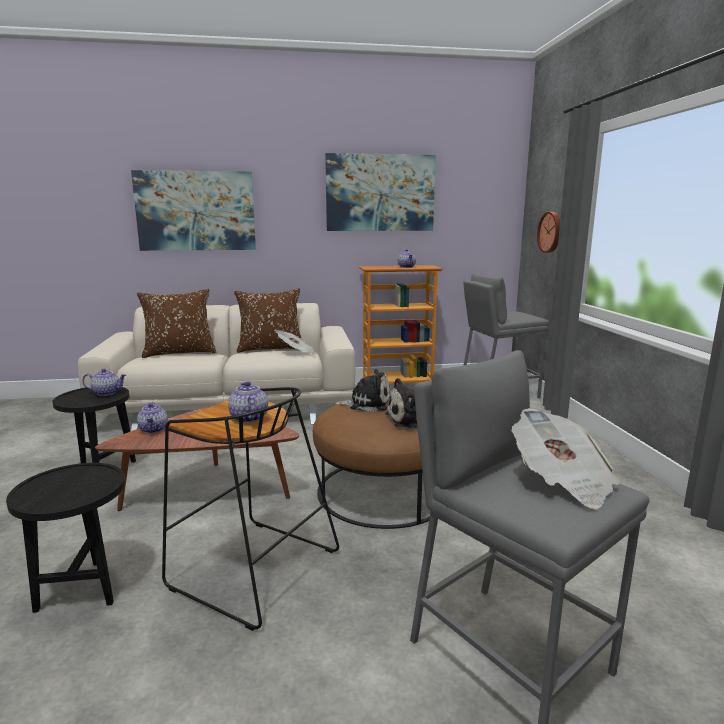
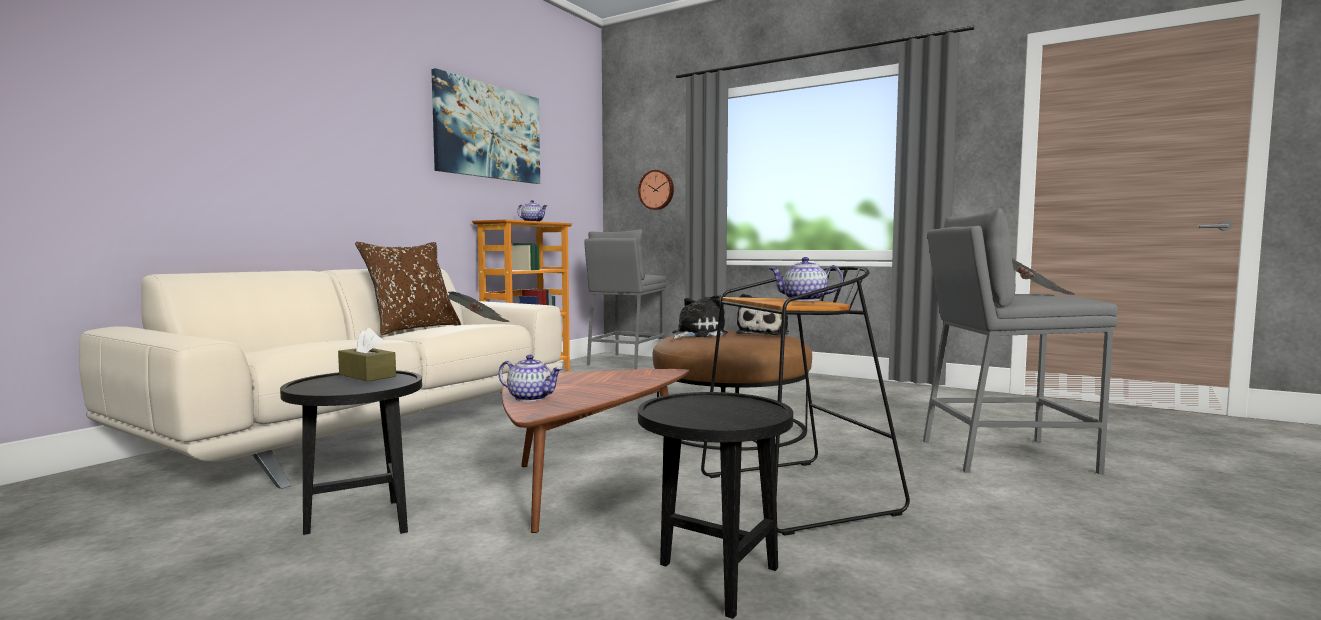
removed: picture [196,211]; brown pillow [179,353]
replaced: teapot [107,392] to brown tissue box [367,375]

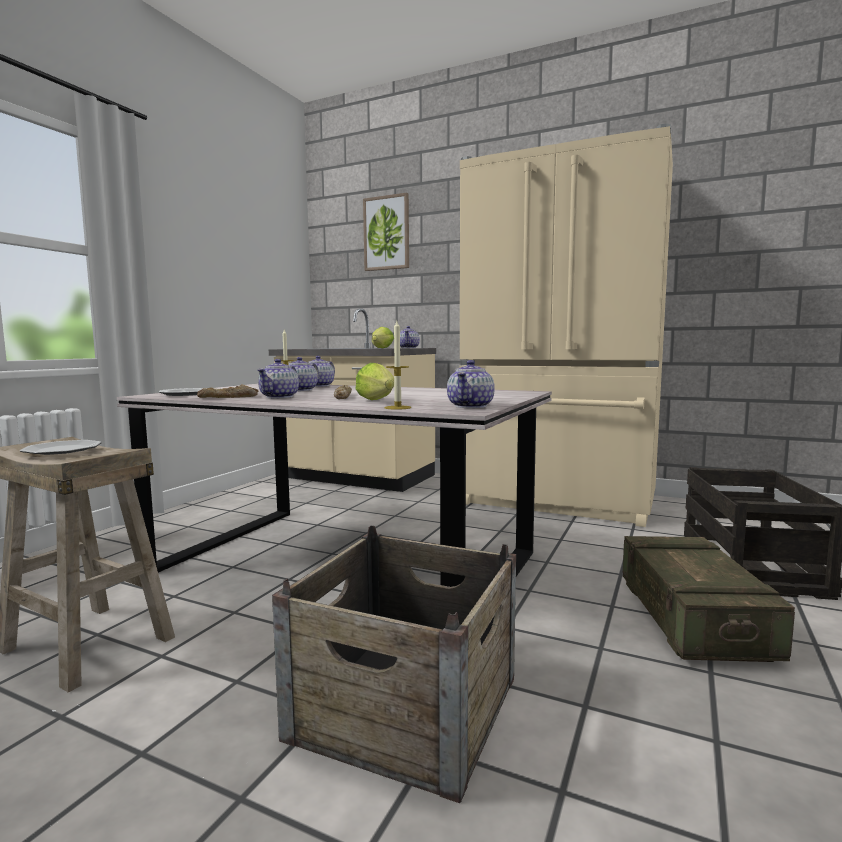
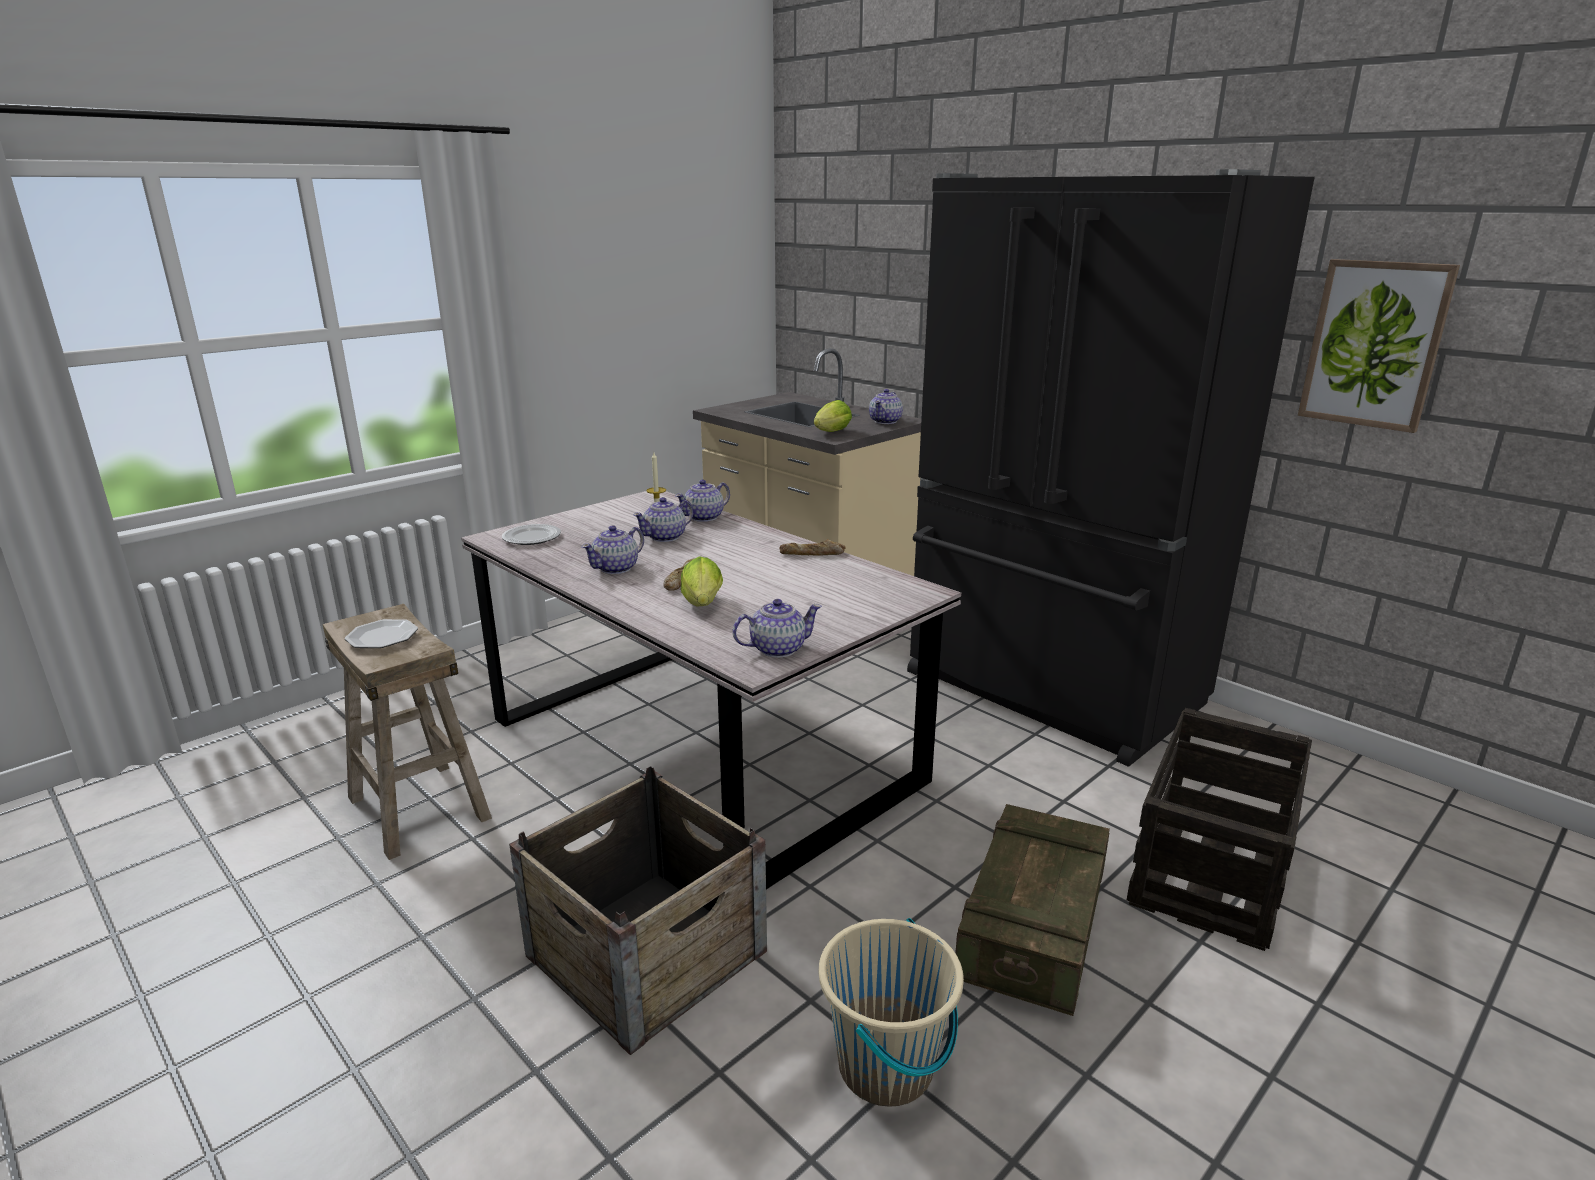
removed: candle [397,407]
added: beige bucket [886,1066]
moved: picture [387,233] to [1374,344]; bread [228,397] to [812,554]
recoloured: beige fridge [558,501] to black fridge [1050,690]
turned: teapot [471,406] = [777,649] 150 degrees counterclockwise

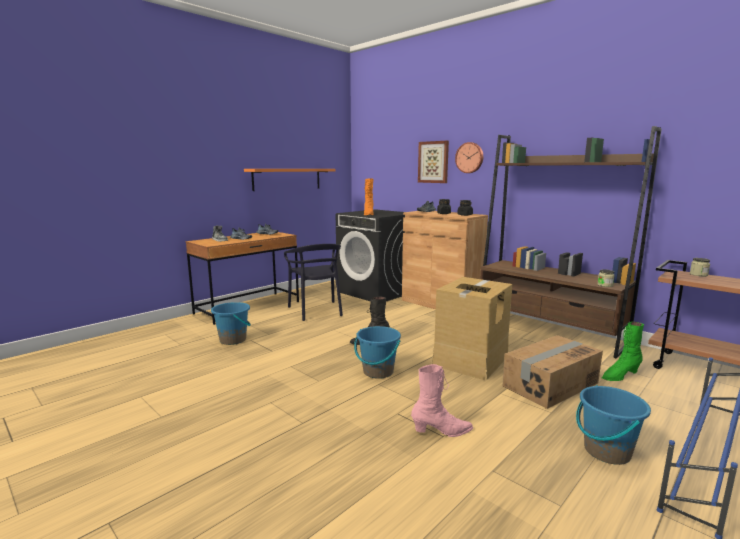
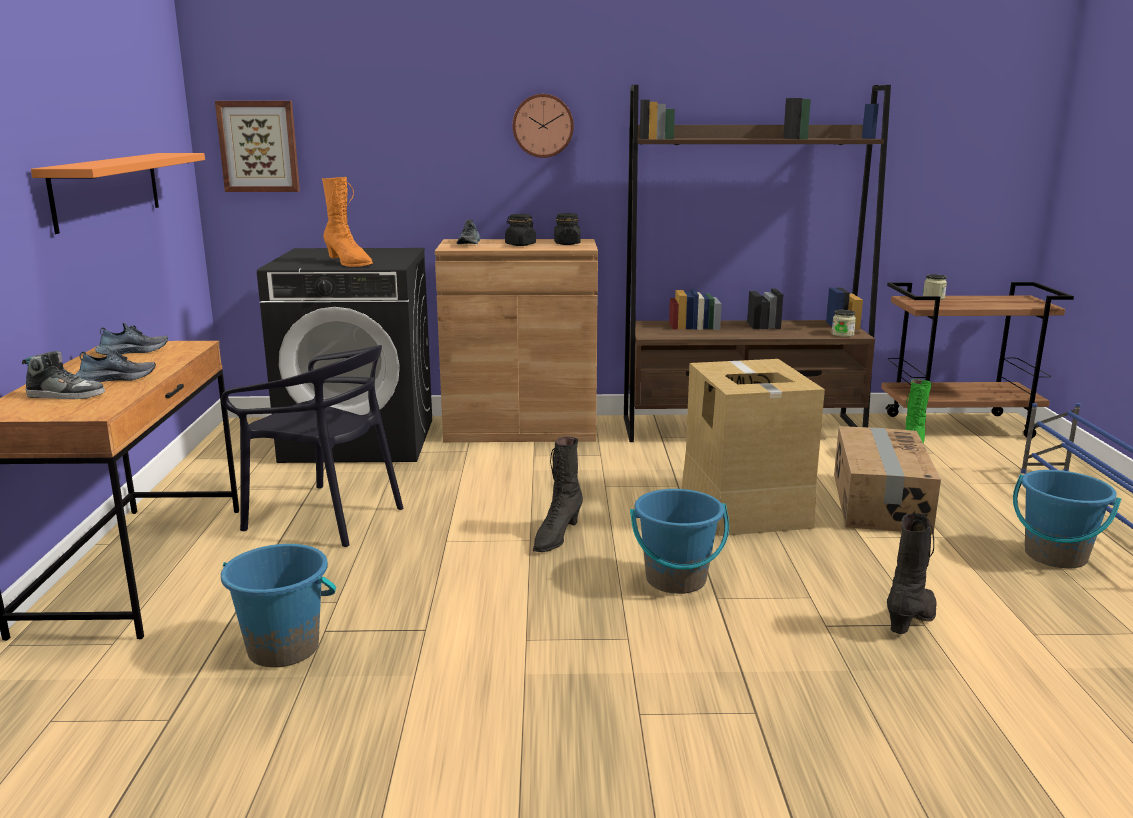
moved: picture [433,162] to [259,146]
recoloured: pink boot [442,431] to black boot [912,620]

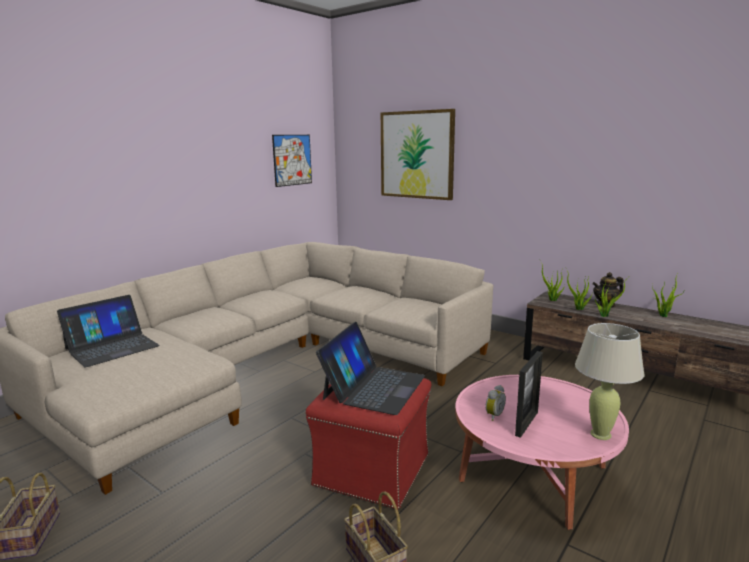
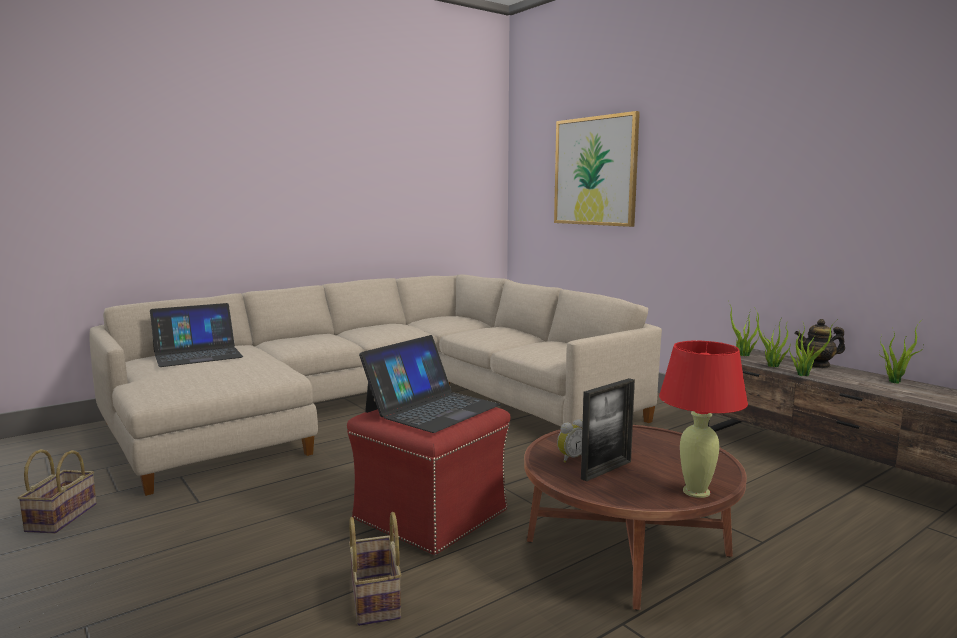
removed: picture [292,160]
recoloured: beige table lamp [600,434] to red table lamp [696,491]; pink coffee table [532,474] to brown coffee table [627,548]

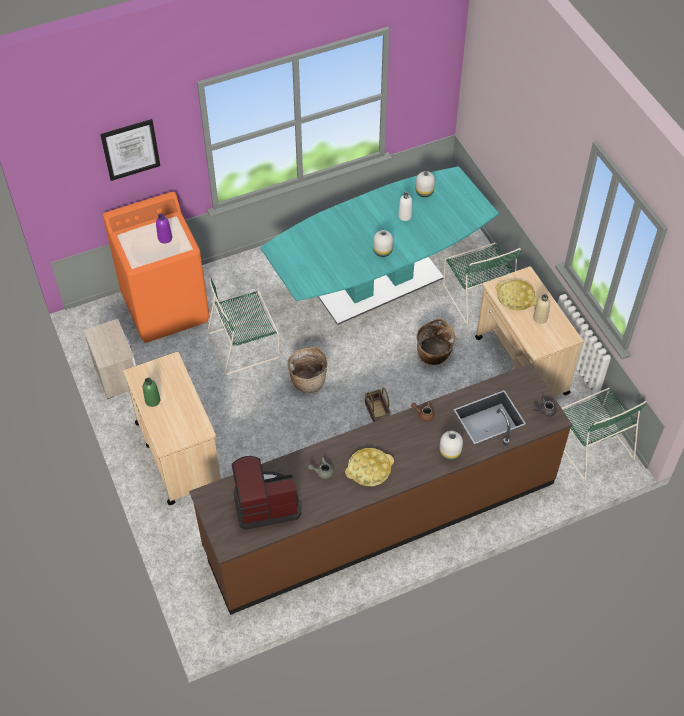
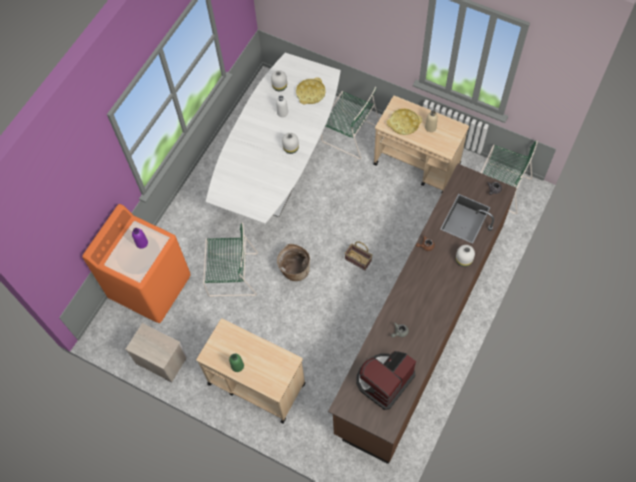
removed: picture [130,149]; basket [434,355]
moved: yellow tray [369,469] to [310,93]
recoloured: turquoise dining table [378,284] to white dining table [280,170]
turned: green chair [246,344] = [231,274] 120 degrees counterclockwise

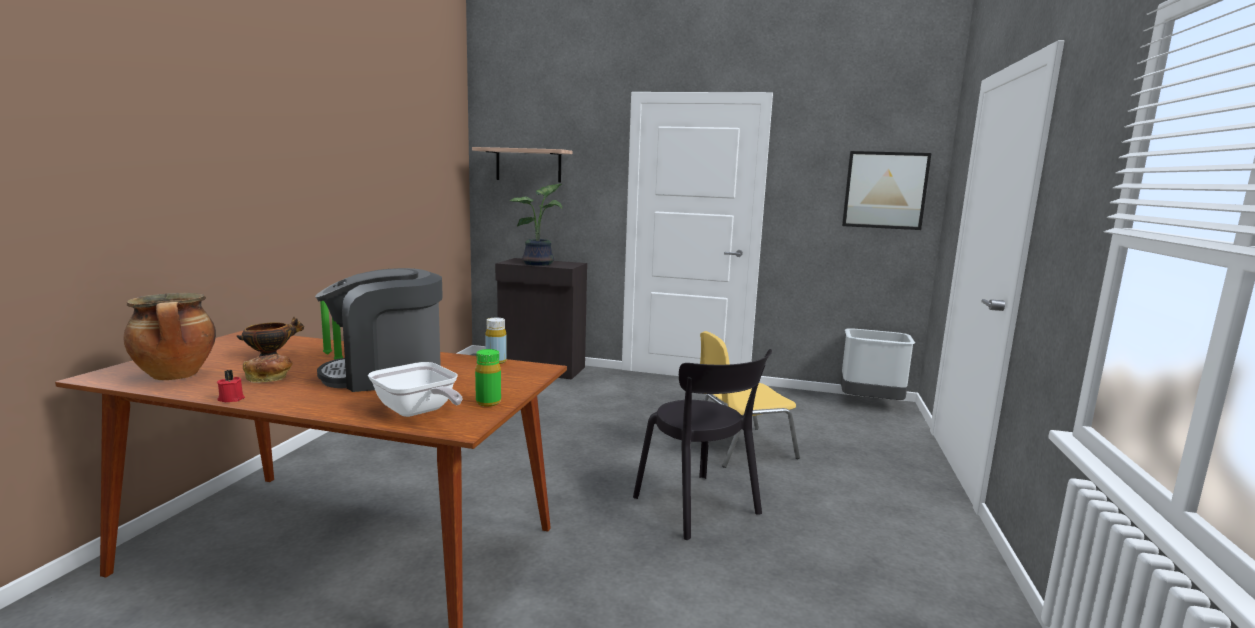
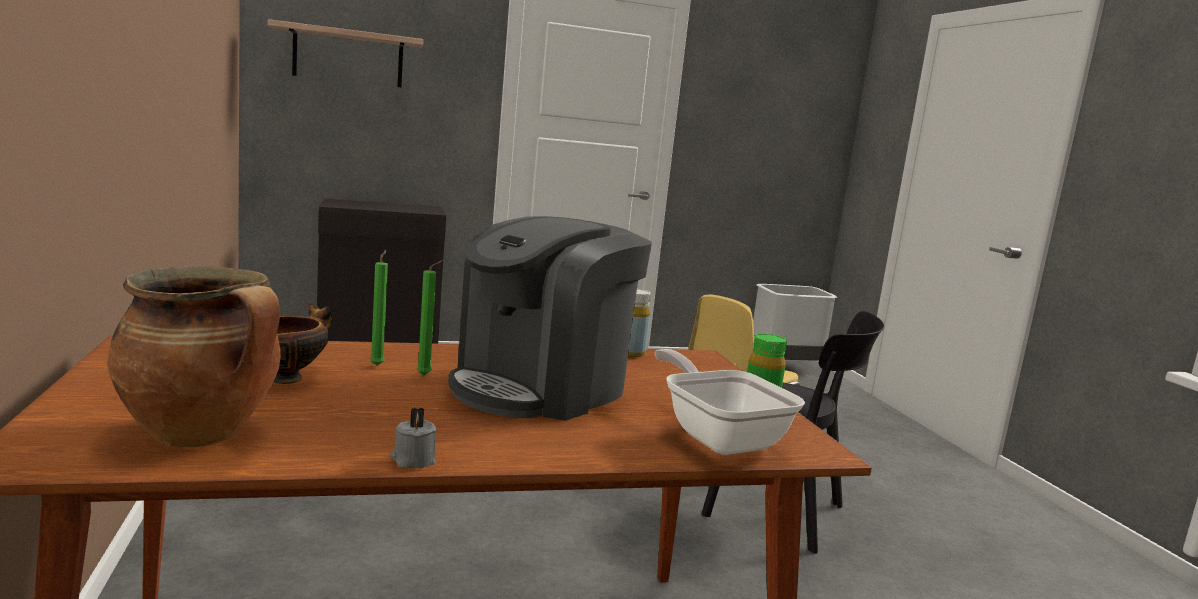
removed: picture [885,190]; potted plant [540,263]; bread [269,378]
recoloured: red candle [231,398] to grey candle [412,460]
turned: frying pan [418,412] = [718,437] 135 degrees counterclockwise

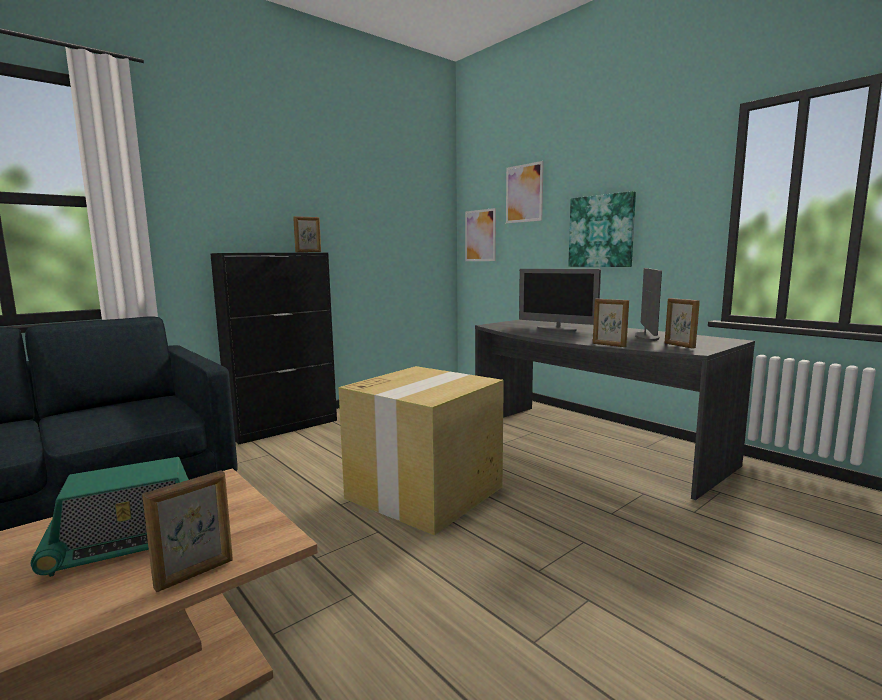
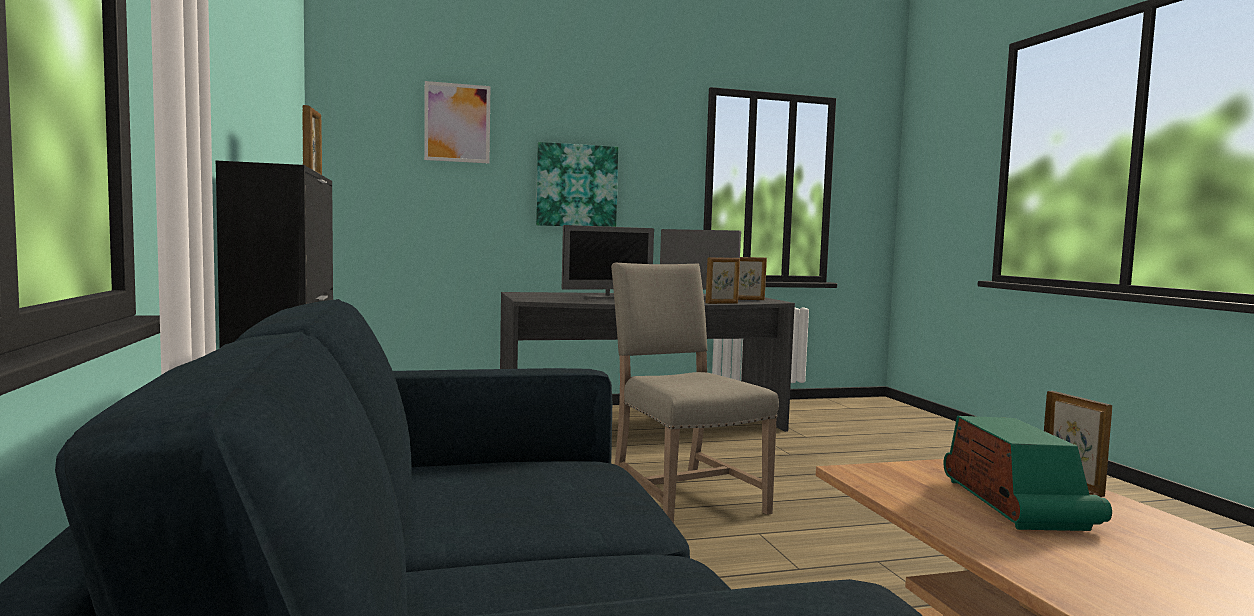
removed: picture [480,235]
replaced: cardboard box [426,492] to beige chair [682,498]

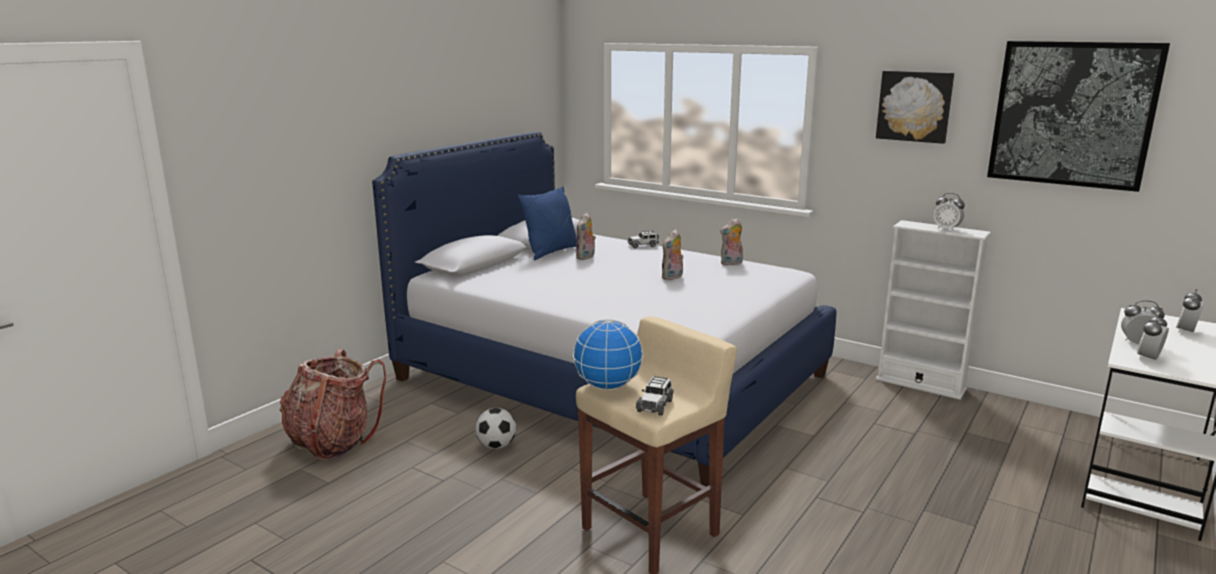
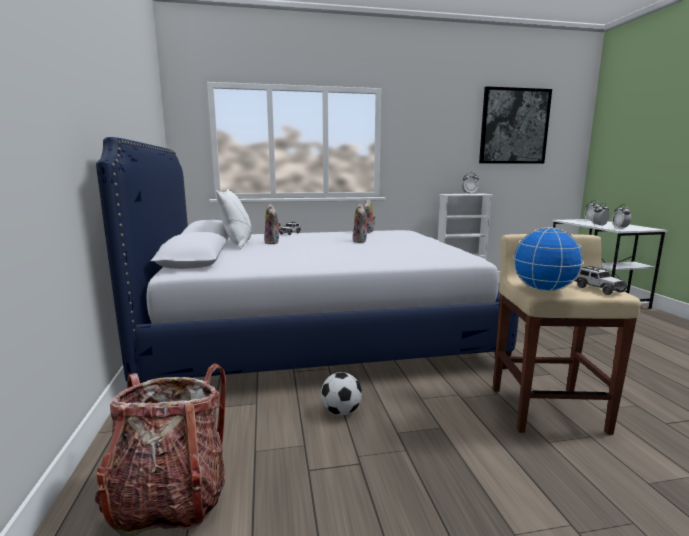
removed: picture [914,106]
recoloured: blue pillow [551,252] to white pillow [238,244]

